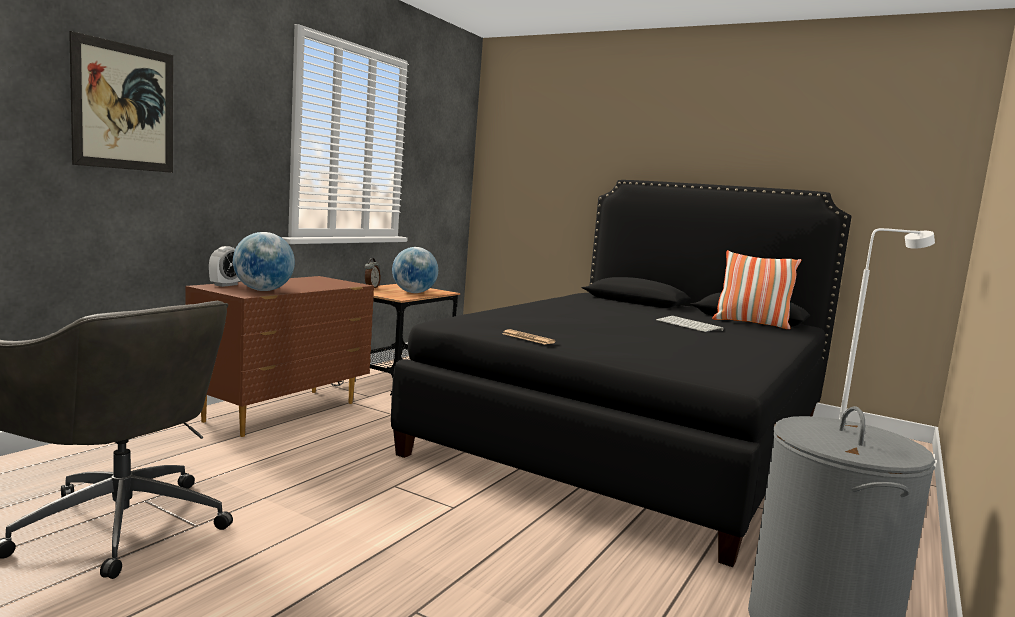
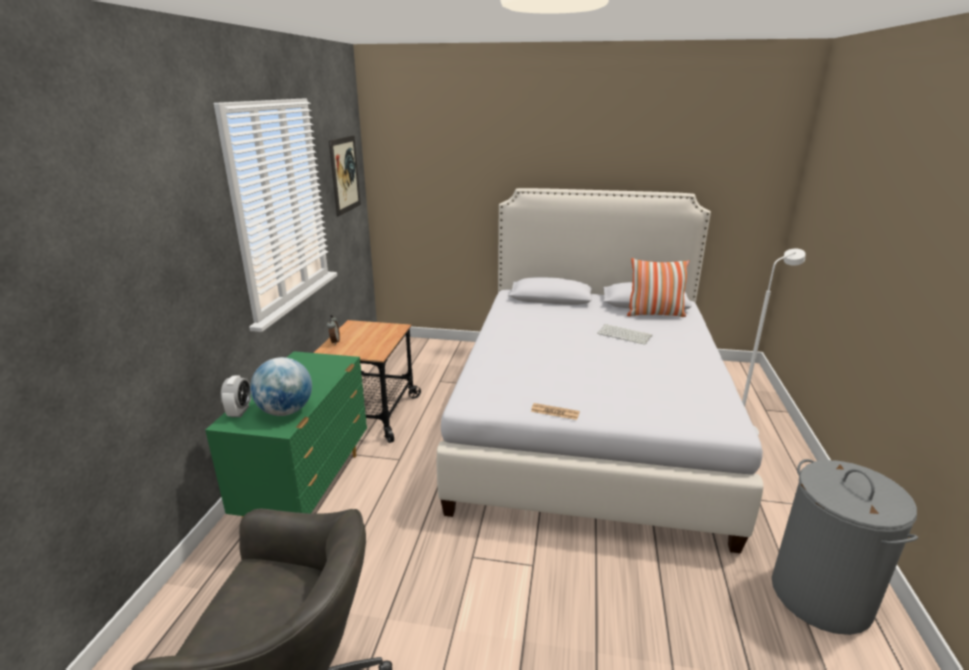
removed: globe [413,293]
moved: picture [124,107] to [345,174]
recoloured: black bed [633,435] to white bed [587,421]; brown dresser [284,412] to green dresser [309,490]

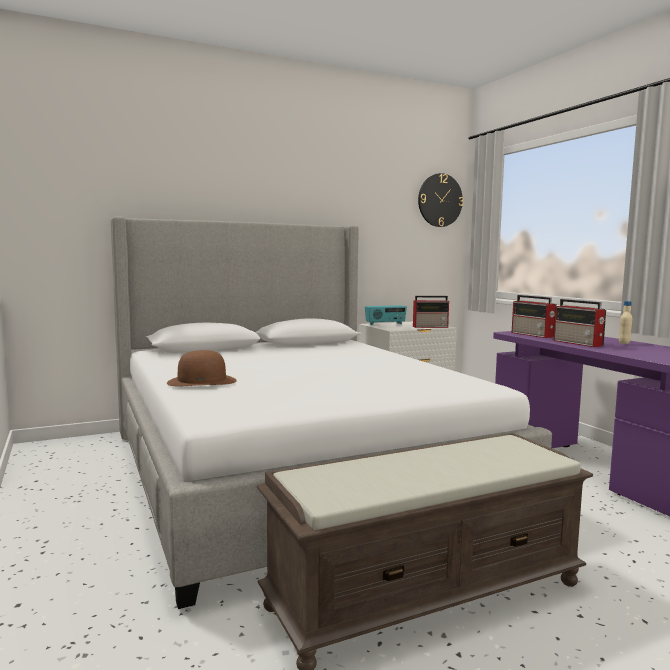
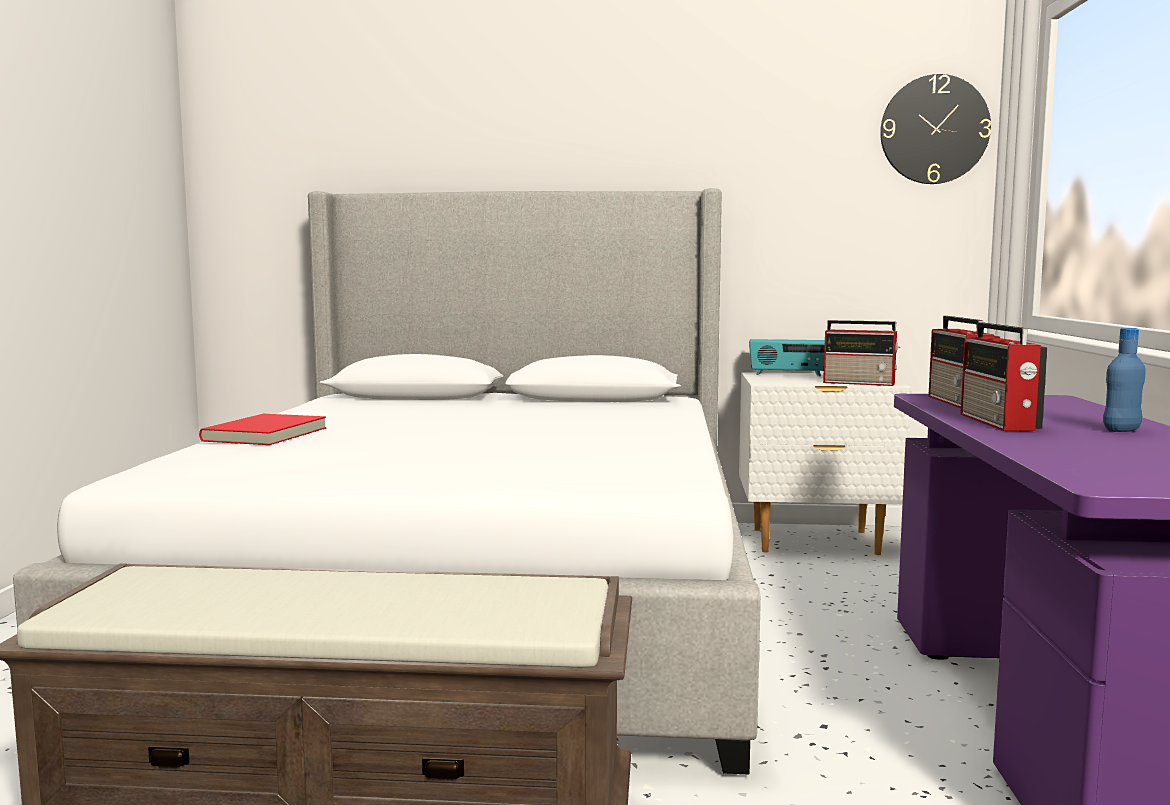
replaced: brown hat [202,381] to red book [267,434]
recoloured: beige bottle [624,343] to blue bottle [1121,430]

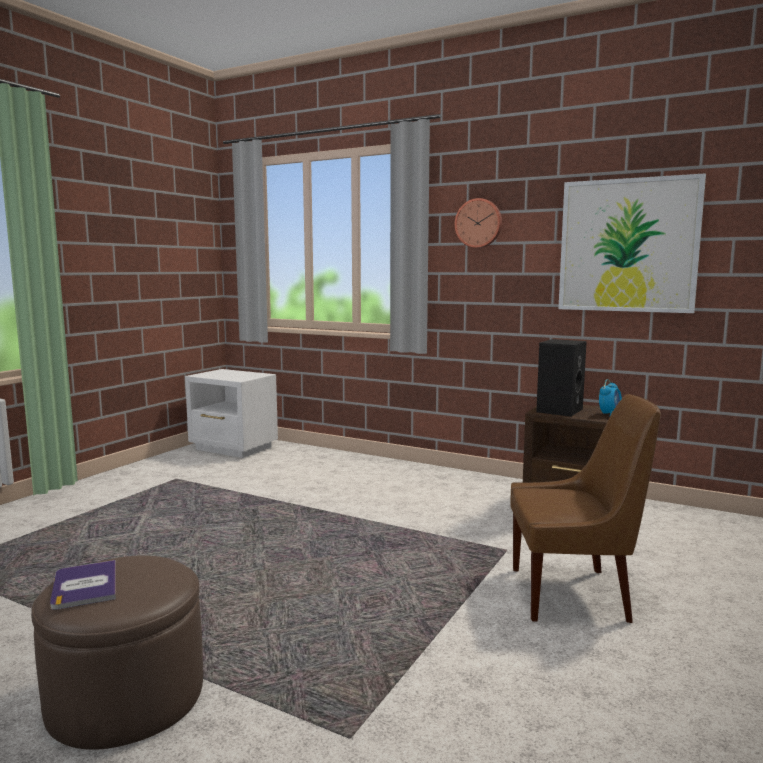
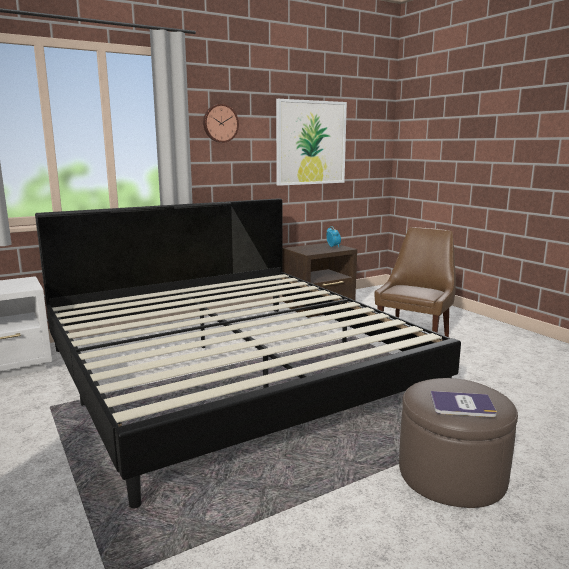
removed: black speaker [559,410]
added: bed [231,371]

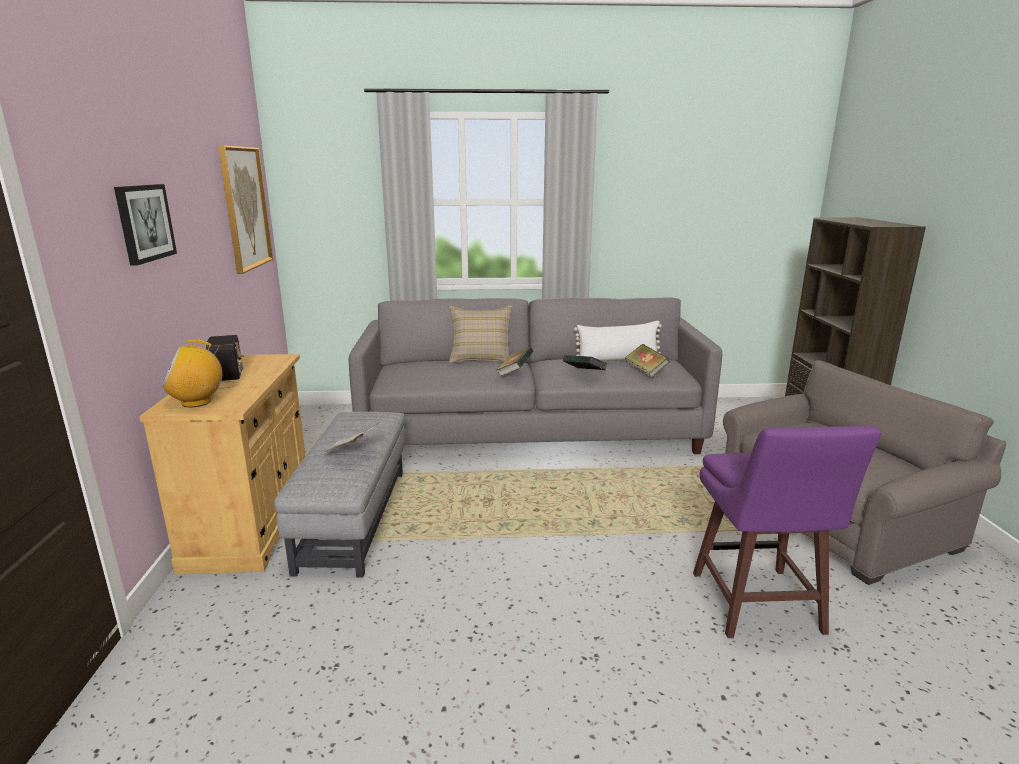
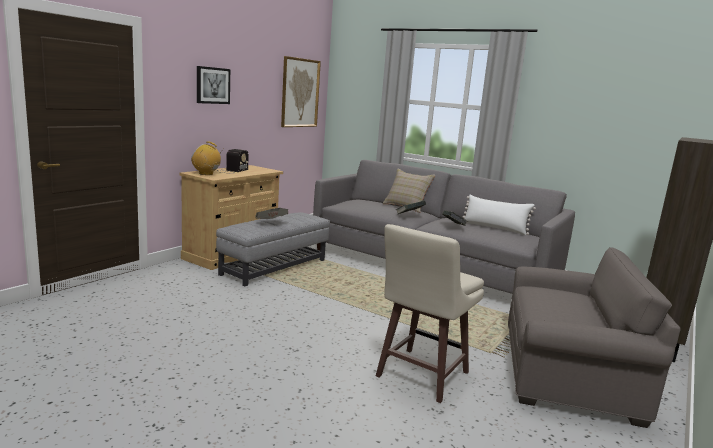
removed: book [645,371]
recoloured: purple stool [756,605] to beige stool [420,375]

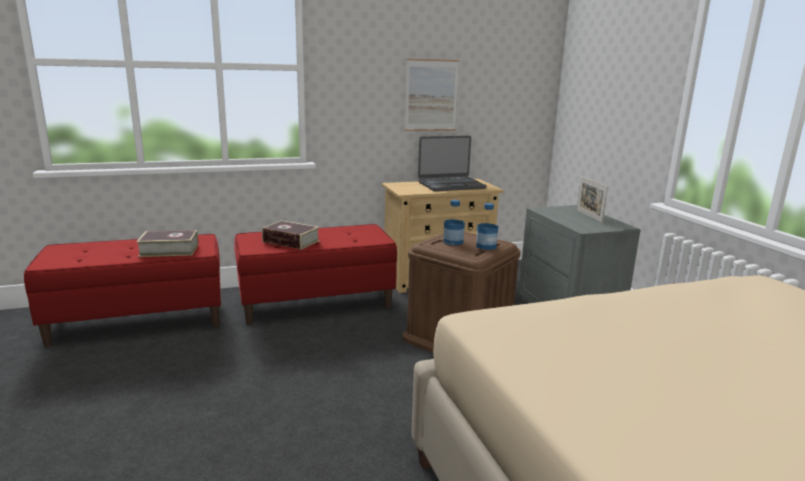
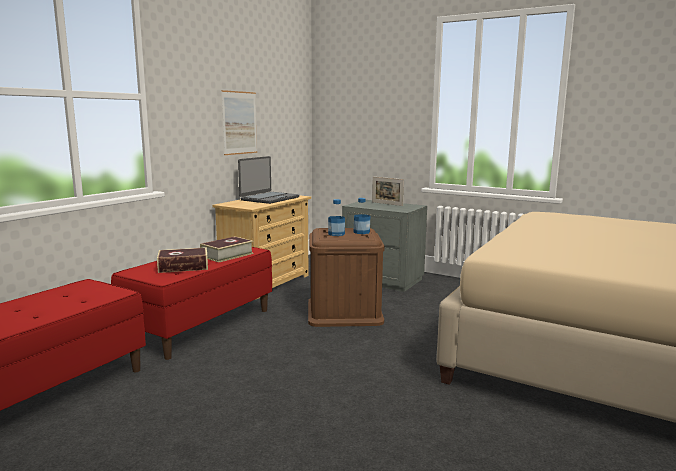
moved: book [169,250] to [227,255]

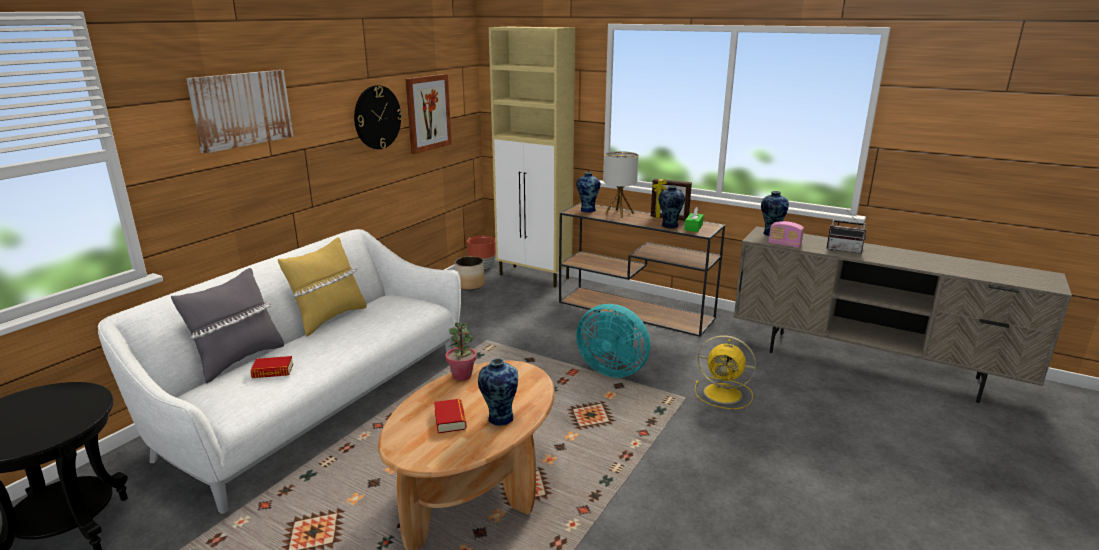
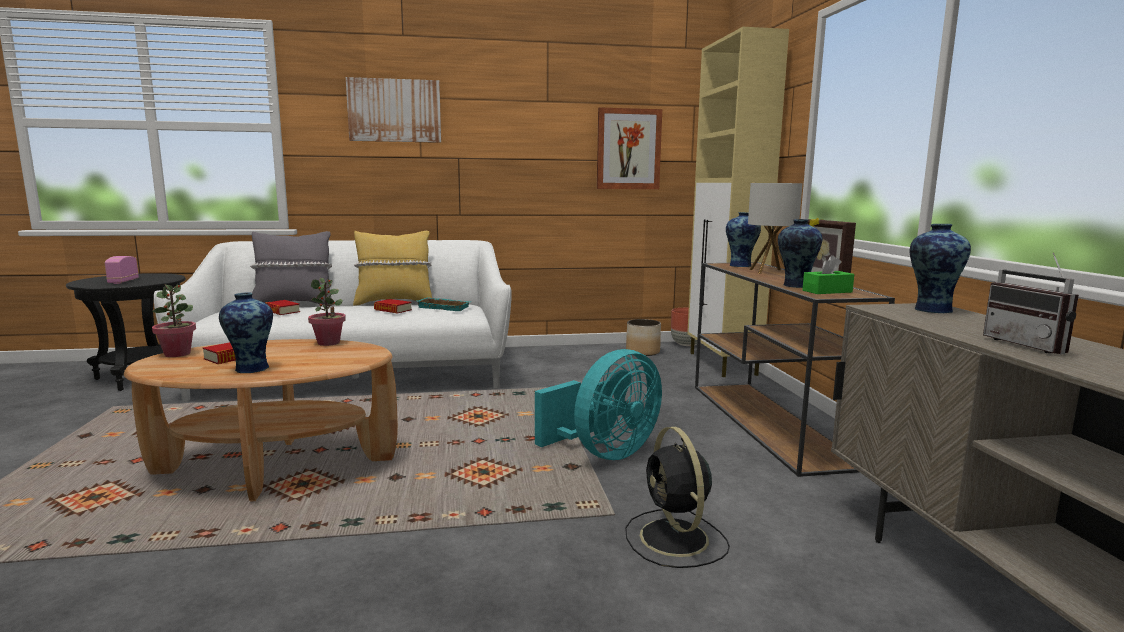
removed: wall clock [377,117]
added: potted plant [178,354]; turquoise tray [445,307]; book [393,310]
moved: radio [784,244] to [123,281]
recoloured: yellow fan [724,394] to black fan [675,539]
turned: turquoise fan [612,369] = [605,453] 120 degrees counterclockwise

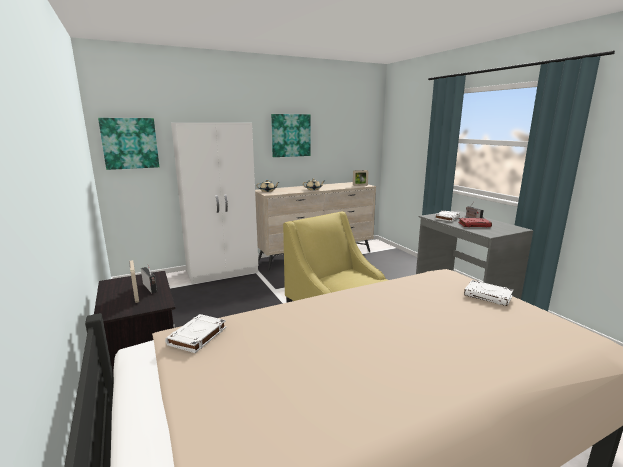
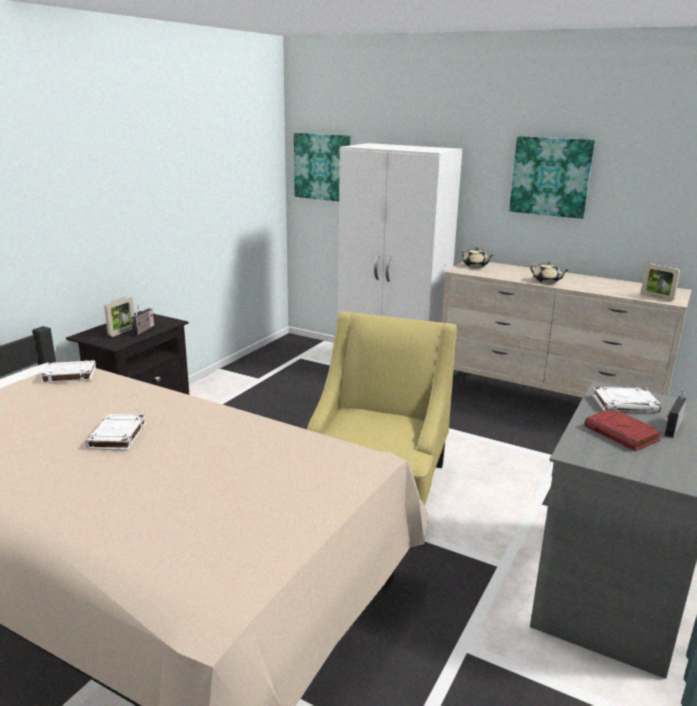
moved: white book [488,296] to [117,436]

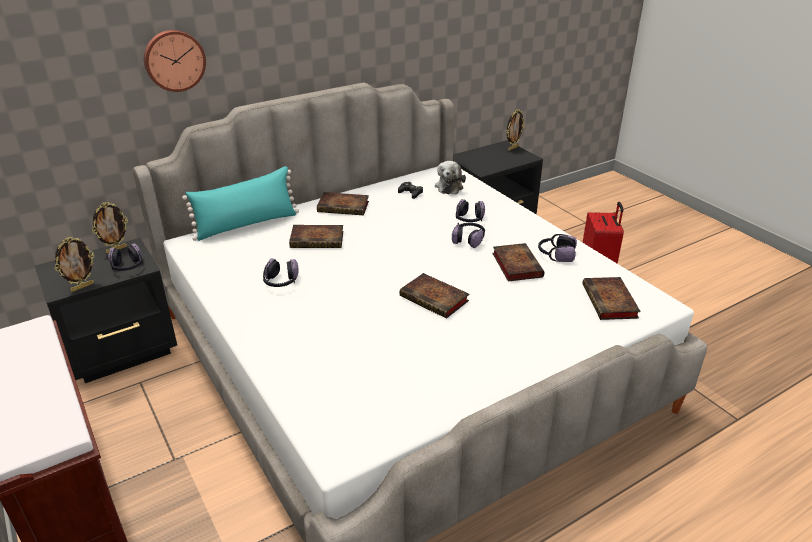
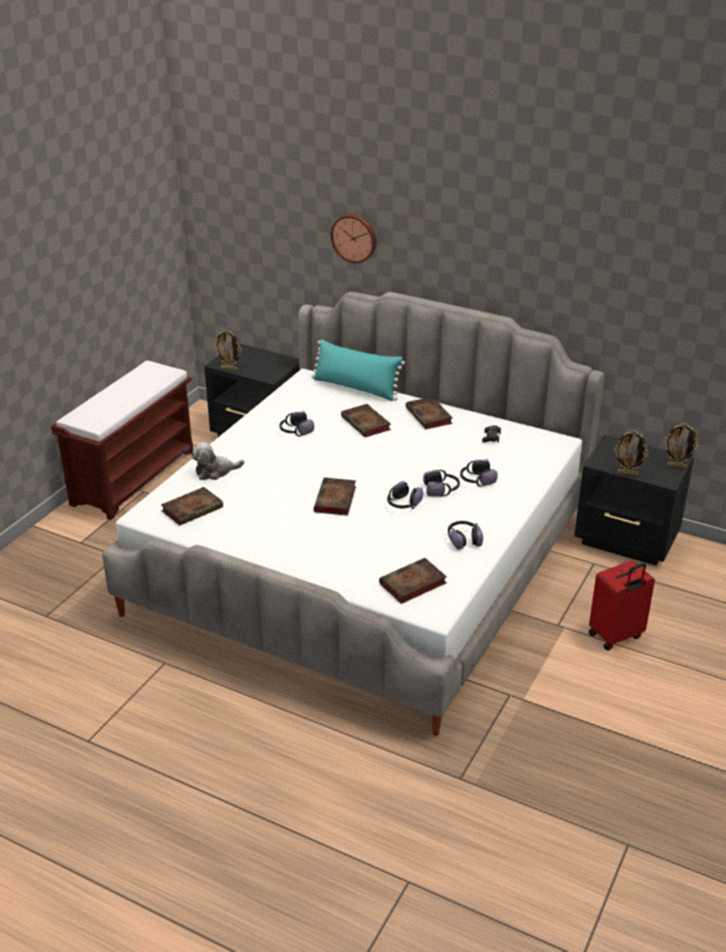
moved: plush toy [449,186] to [215,471]; picture frame [116,249] to [627,473]; headphones [127,267] to [403,504]; book [516,264] to [193,508]

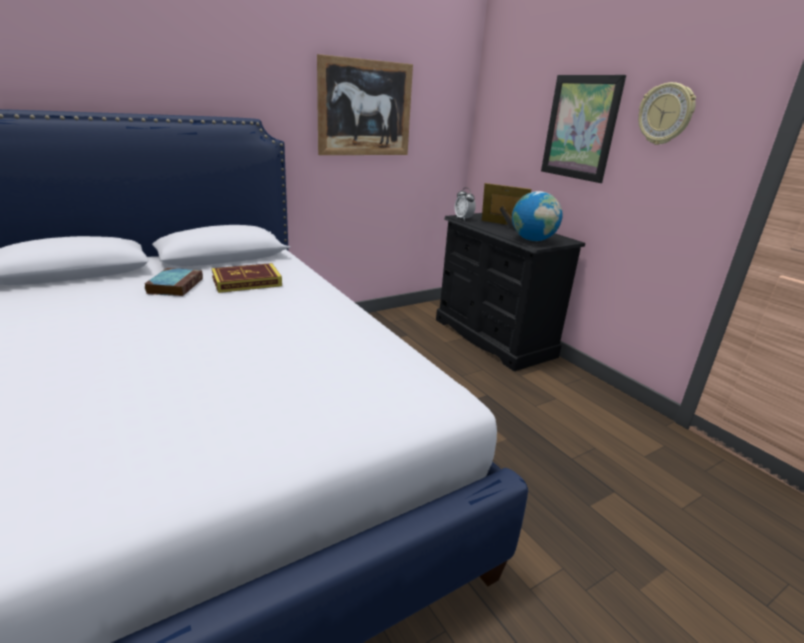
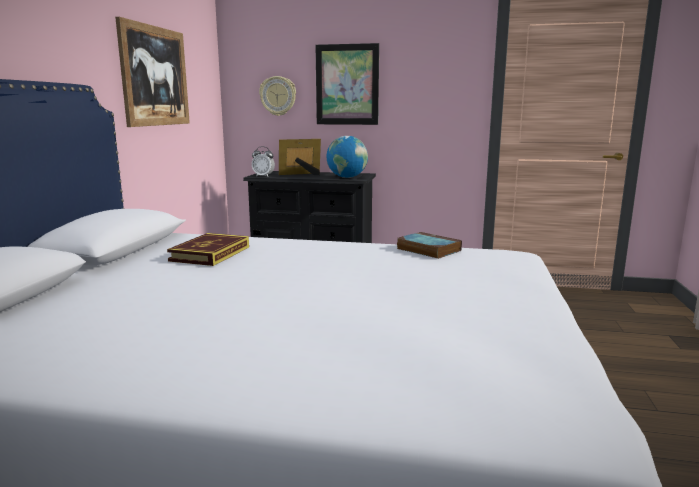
moved: wall clock [665,114] to [278,96]; book [175,285] to [427,249]

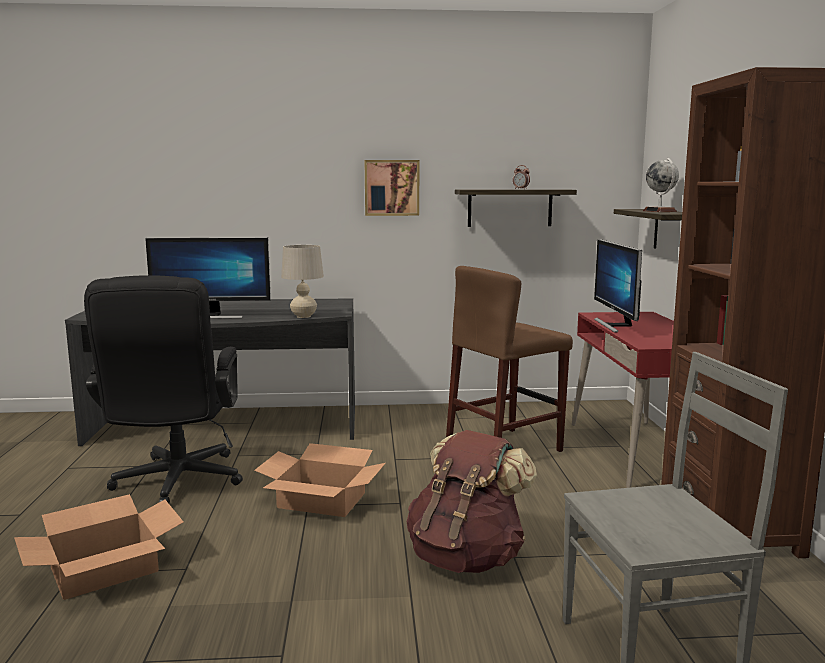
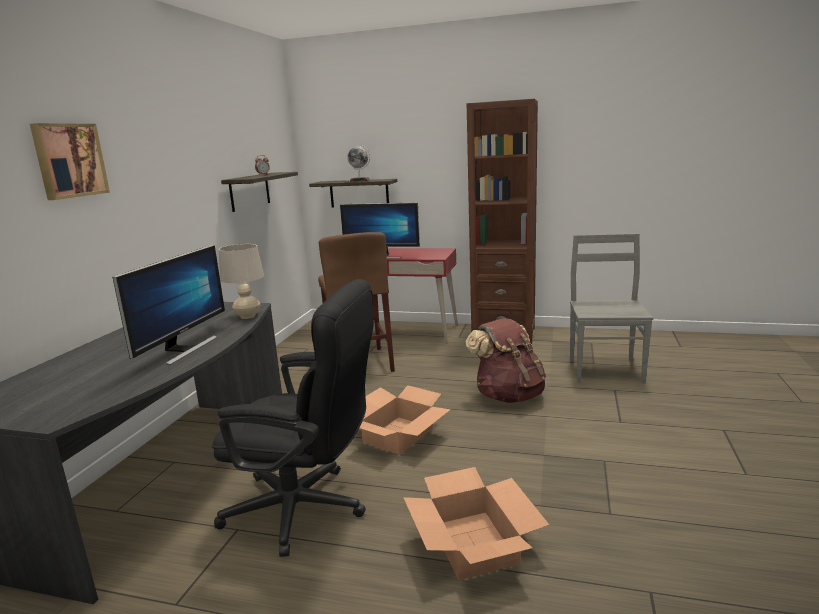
moved: picture [391,188] to [69,160]

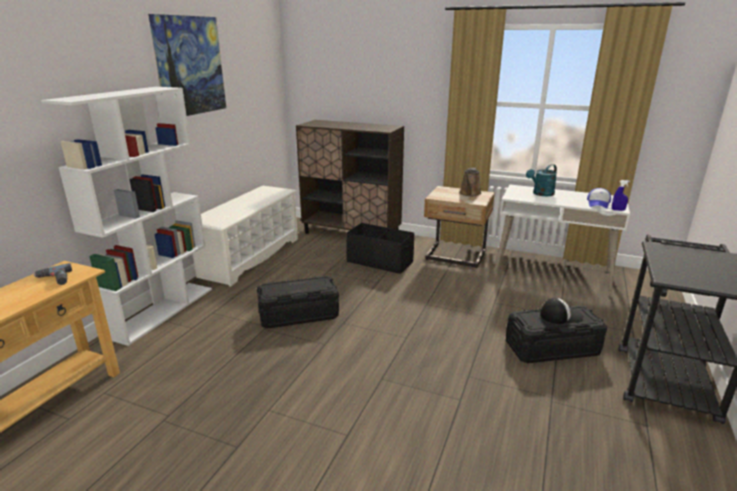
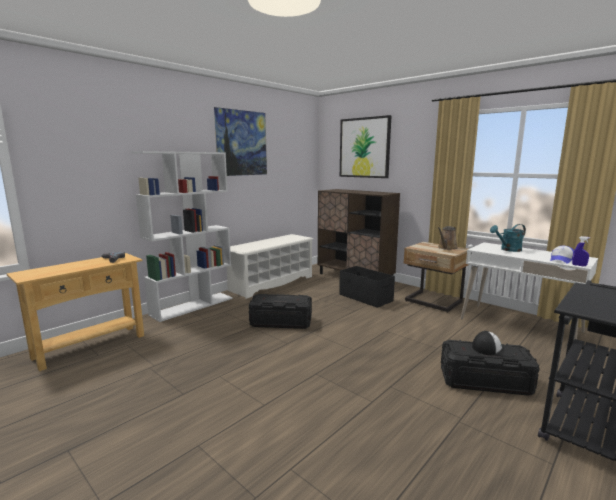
added: picture [364,148]

